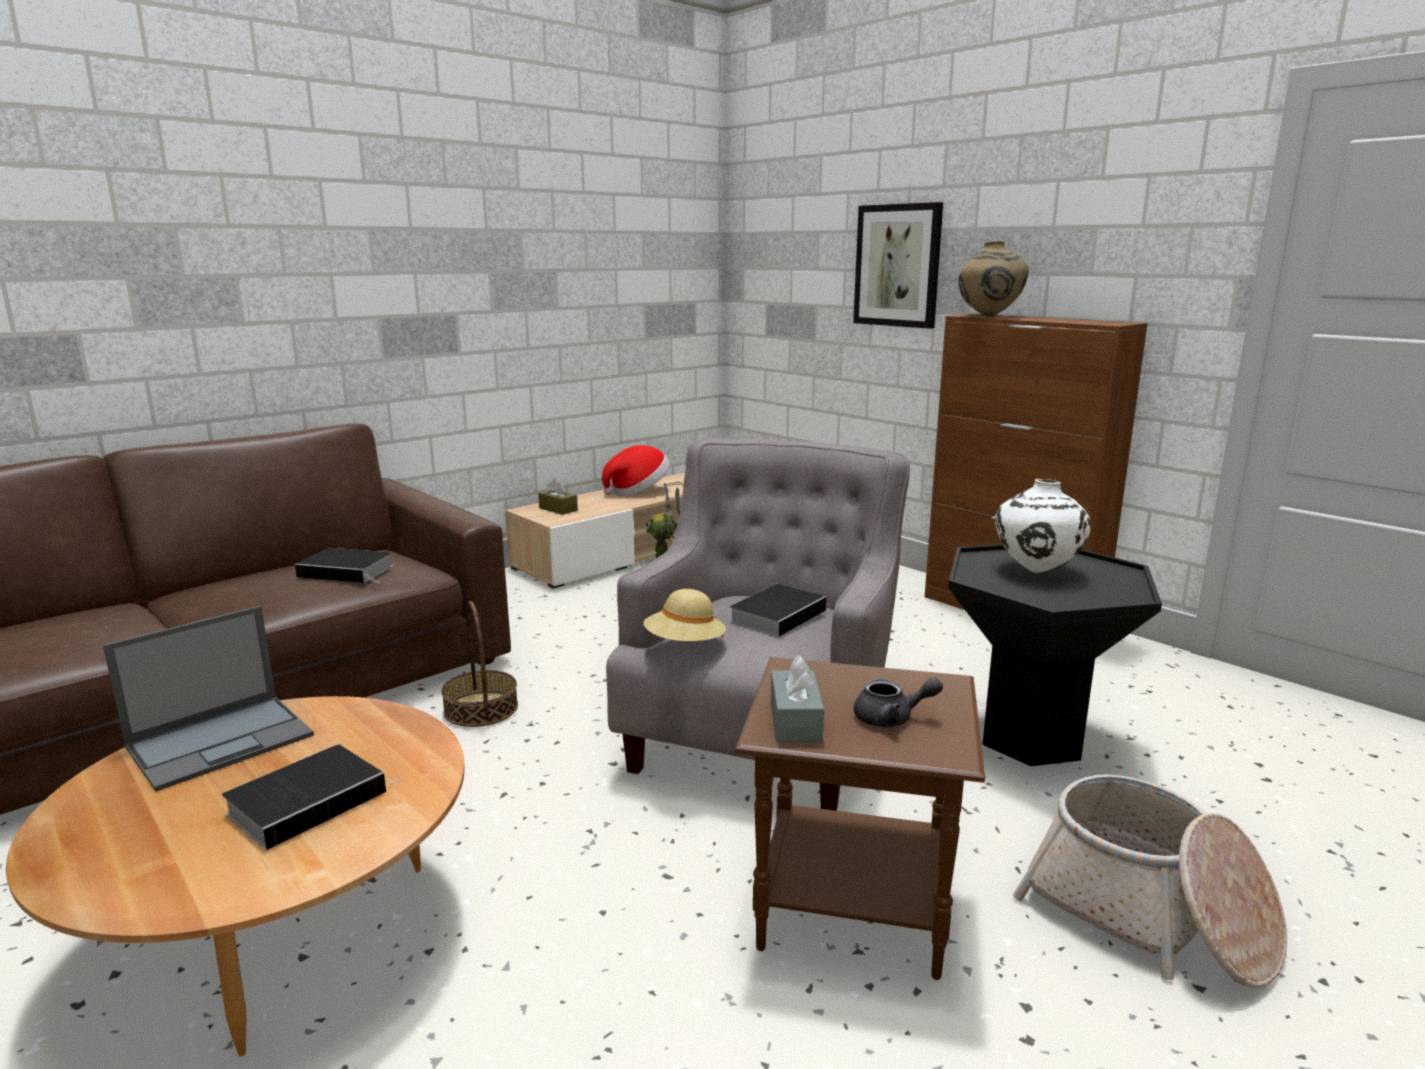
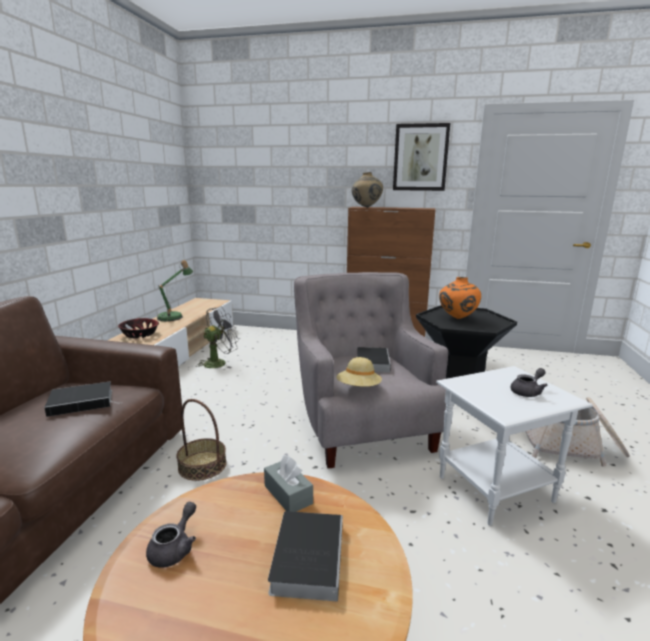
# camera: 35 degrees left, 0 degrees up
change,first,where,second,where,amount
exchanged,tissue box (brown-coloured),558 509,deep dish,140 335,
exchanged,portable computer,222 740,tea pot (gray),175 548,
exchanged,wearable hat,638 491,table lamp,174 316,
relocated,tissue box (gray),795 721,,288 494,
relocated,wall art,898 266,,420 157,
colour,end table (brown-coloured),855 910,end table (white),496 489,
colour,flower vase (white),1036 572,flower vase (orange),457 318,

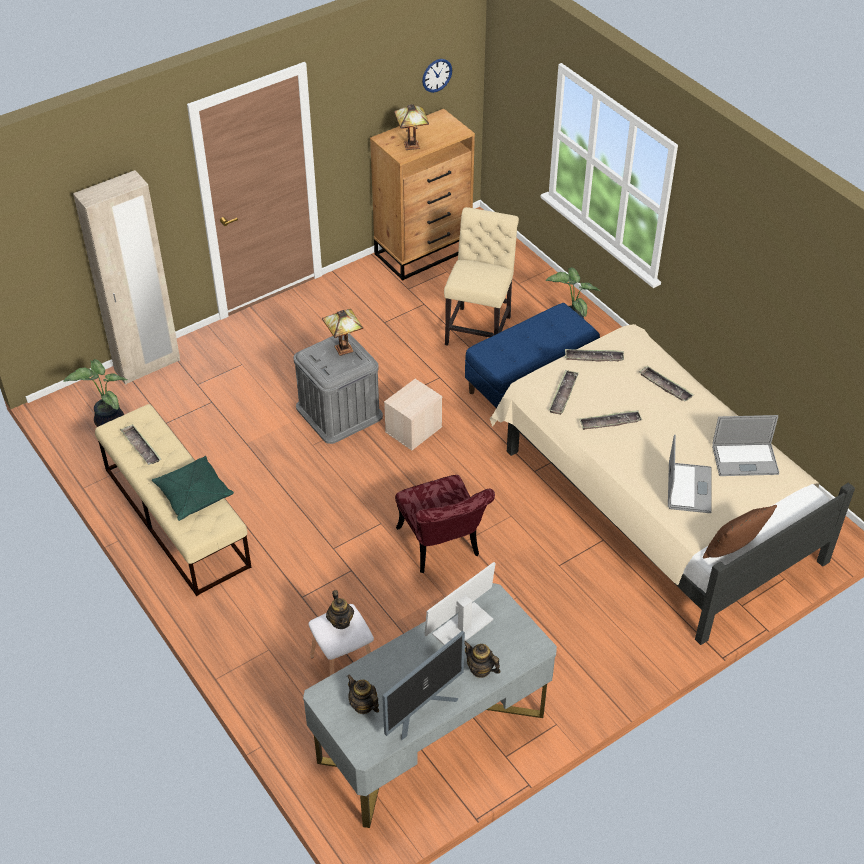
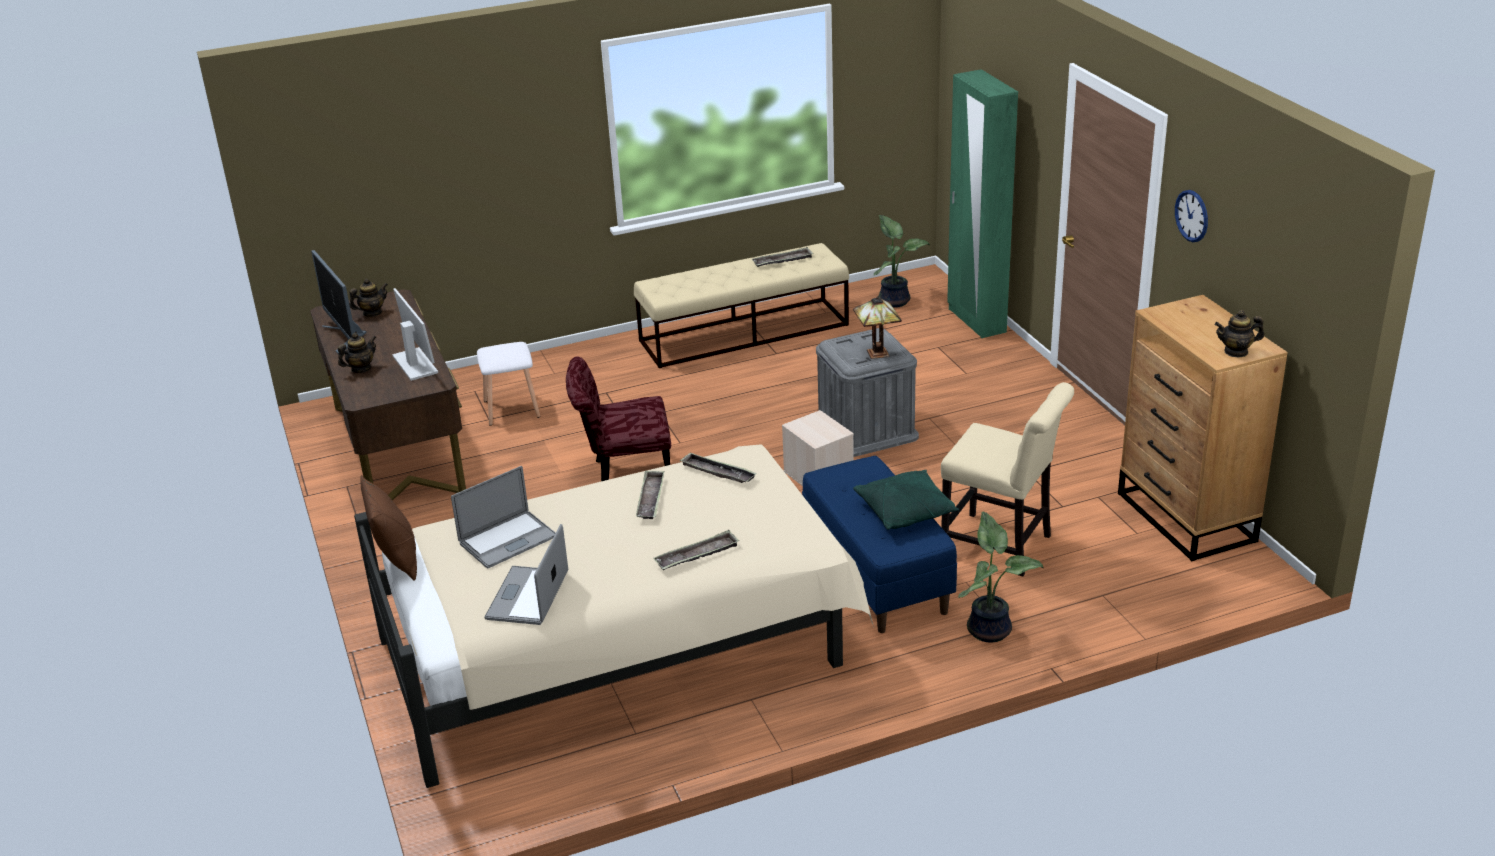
# camera: 105 degrees right, 15 degrees down
change,first,where,second,where,amount
colour,desk unit (gray),431 737,desk unit (brown-coloured),398 448,
spun,portable computer,689 488,,508 540,60 degrees counterclockwise
relocated,throw pillow (green-coloured),193 495,,905 511,
colour,clothes cupboard (sand-coloured),147 366,clothes cupboard (green-coloured),976 320,
relocated,wall clock,437 75,,1191 215,
relocated,tea pot,341 621,,1236 352,
missing,table lamp,413 146,,,
missing,carrying tray,593 358,,,

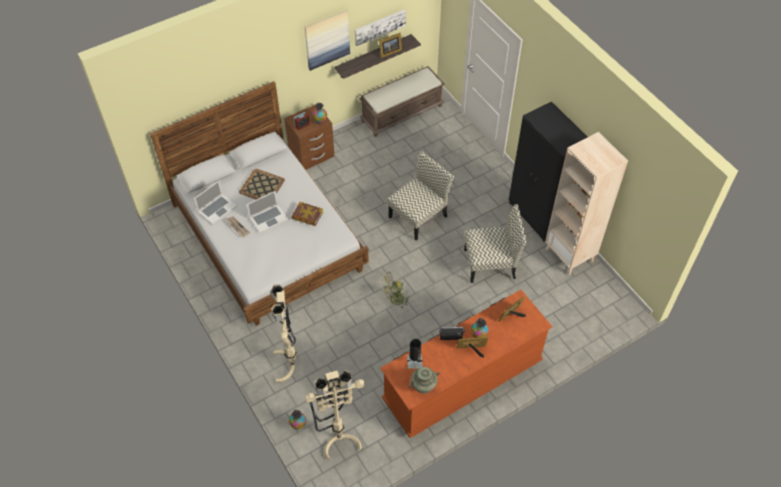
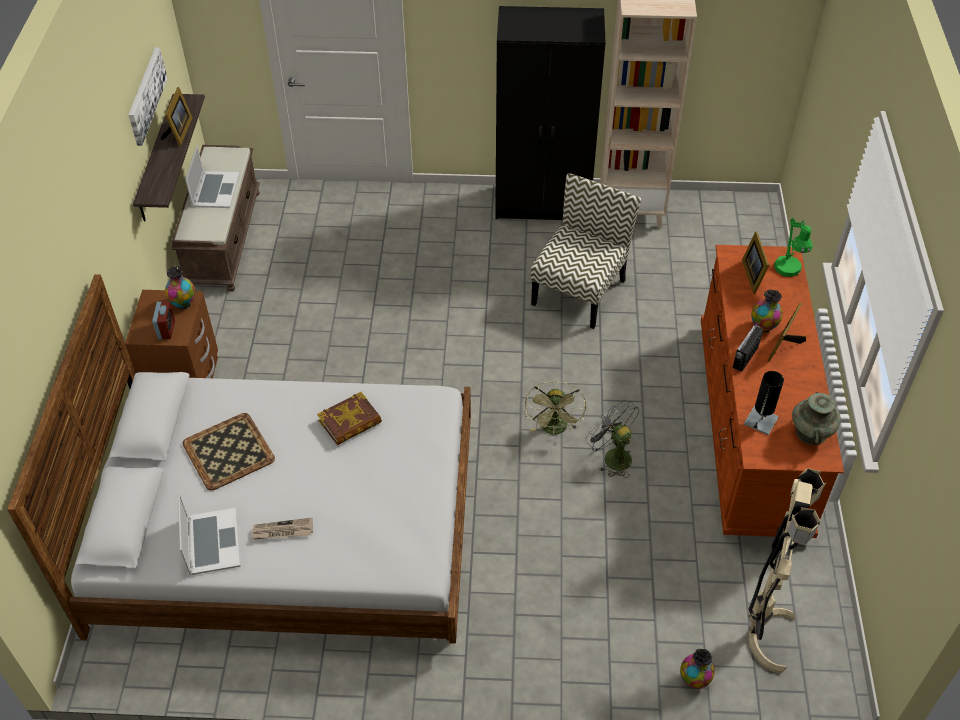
# camera: 55 degrees left, 5 degrees down
change,first,where,second,where,amount
relocated,portable computer,268 218,,215 190,
appeared,,,cooling fan (gray),612 456,
appeared,,,table lamp (green-coloured),788 271,
missing,standard lamp (sand-coloured),289 365,,,
missing,wall art,327 39,,,
missing,upright chair,418 216,,,

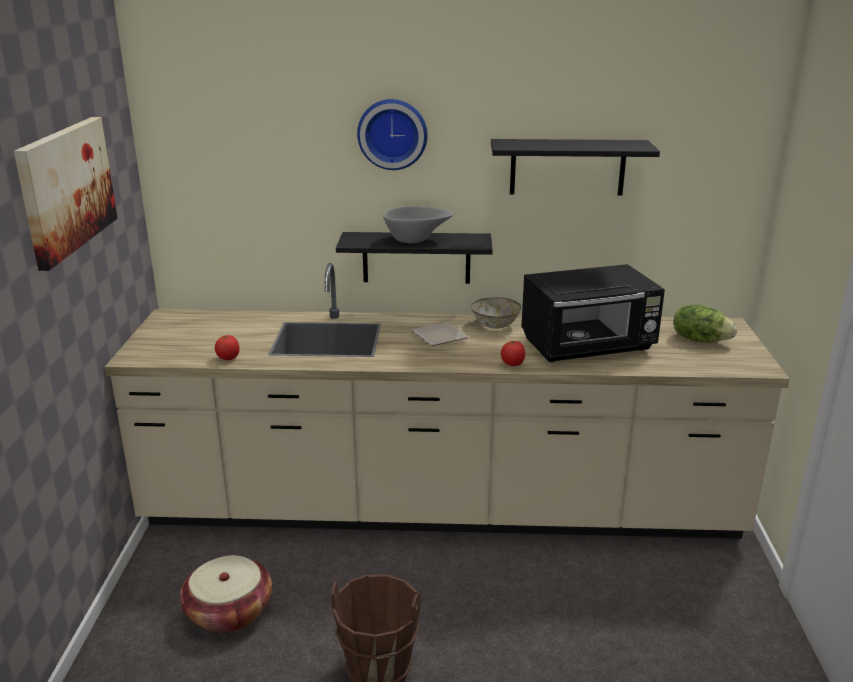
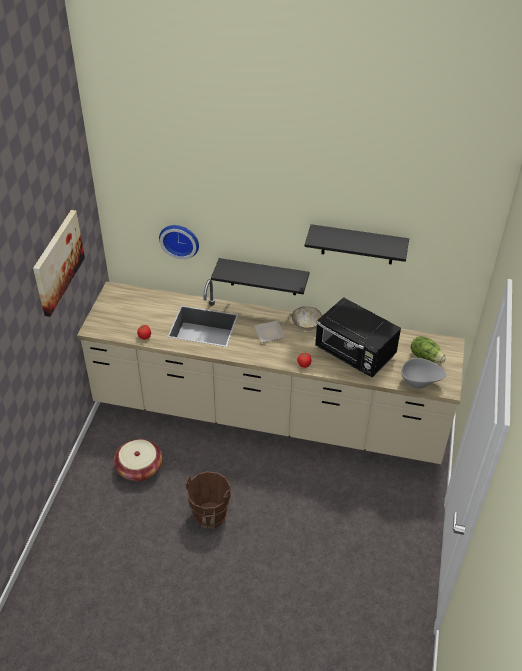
# camera: 10 degrees right, 20 degrees up
change,first,where,second,where,amount
relocated,wall clock,392 133,,180 239,
spun,microwave (blackish),589 346,,355 354,45 degrees clockwise
relocated,deep dish (gray),416 240,,420 382,

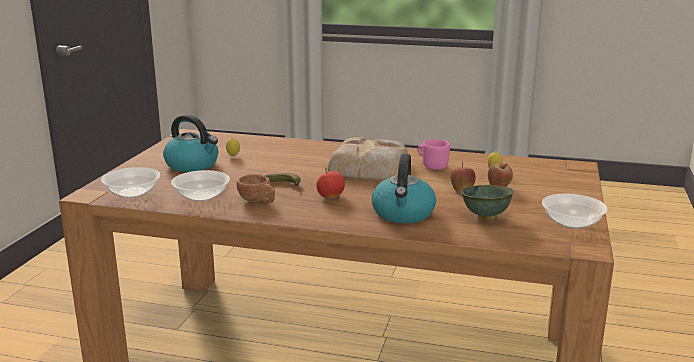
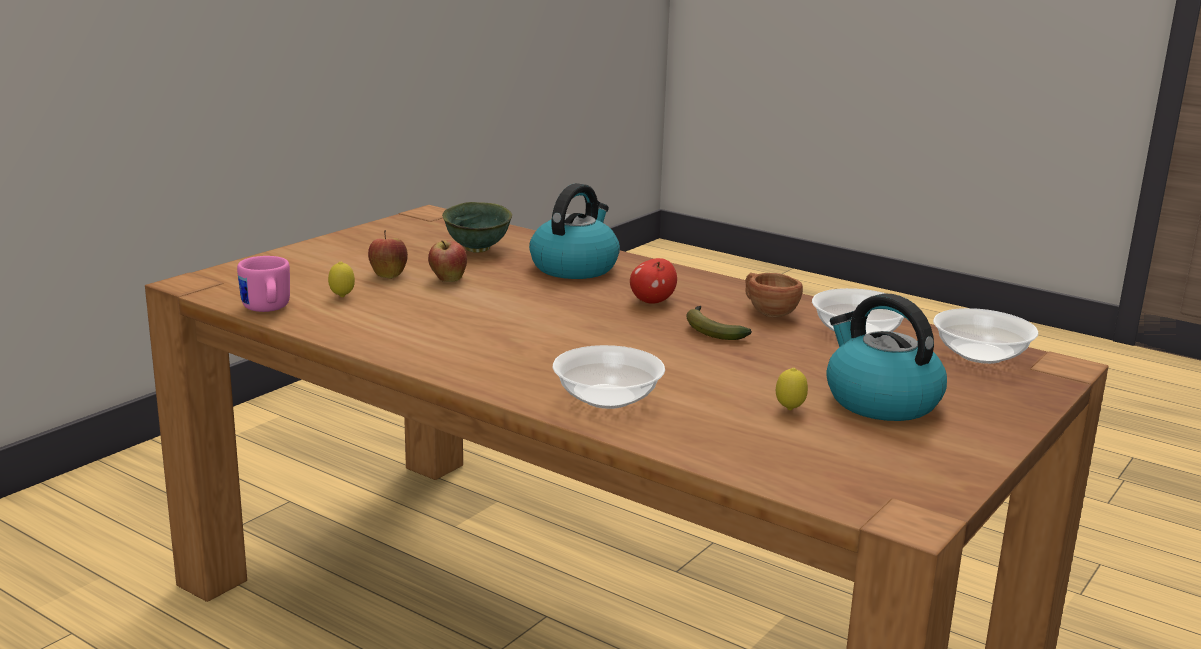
# camera: 160 degrees left, 0 degrees up
change,first,where,second,where,amount
relocated,mug (pink),432 165,,266 310,
relocated,deep dish,571 223,,608 398,
missing,baked bread,370 168,,,

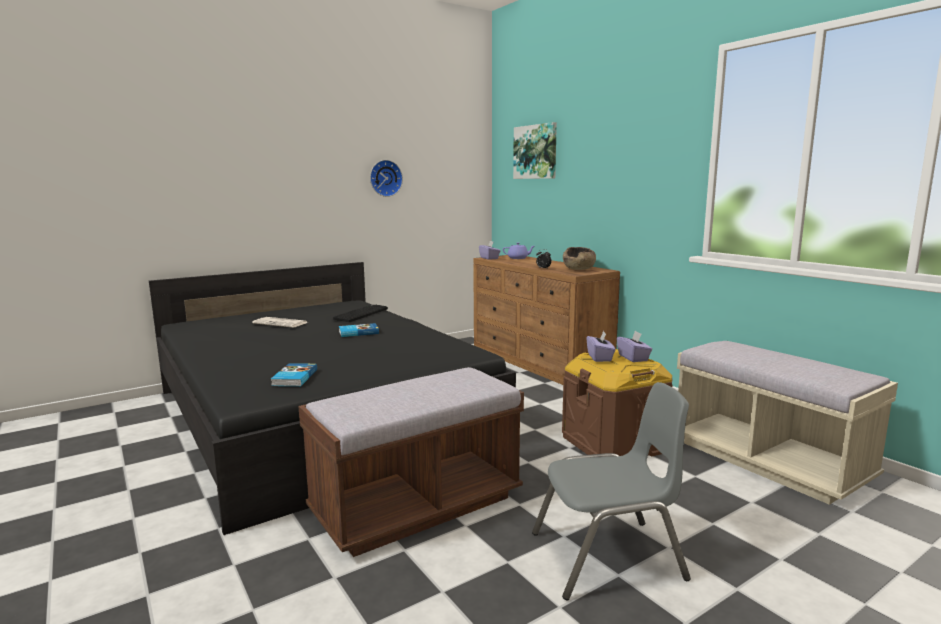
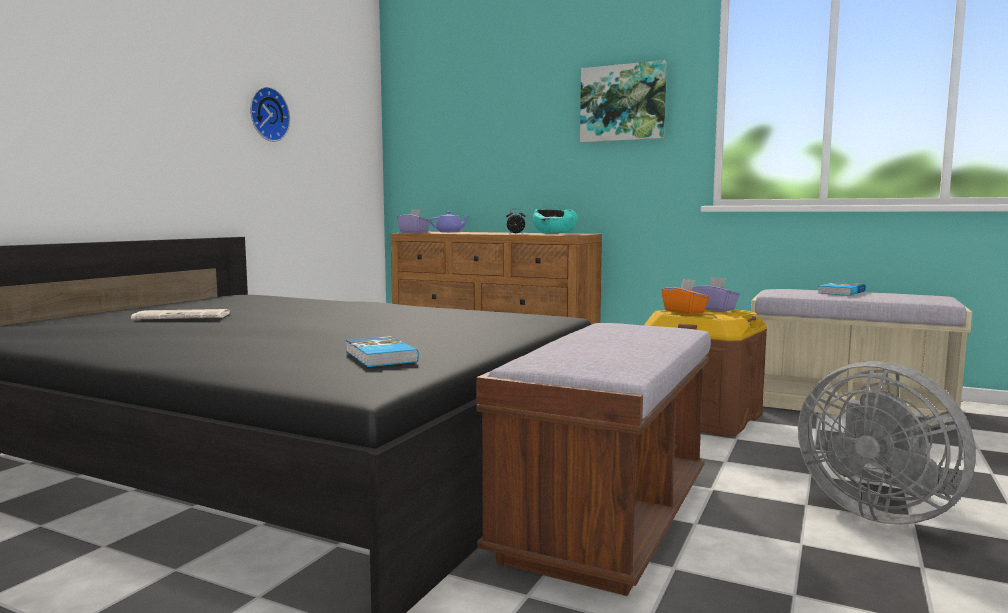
# camera: 30 degrees left, 5 degrees down
change,first,where,second,where,amount
colour,deep dish (brown-coloured),579 268,deep dish (turquoise-coloured),555 233,
relocated,wall art,535 152,,623 103,
colour,tissue box (purple),600 358,tissue box (orange),684 312,
exchanged,upright chair (gray),608 557,cooling fan (gray),876 510,
relocated,volume,358 332,,840 292,
missing,PC keyboard,361 314,,,

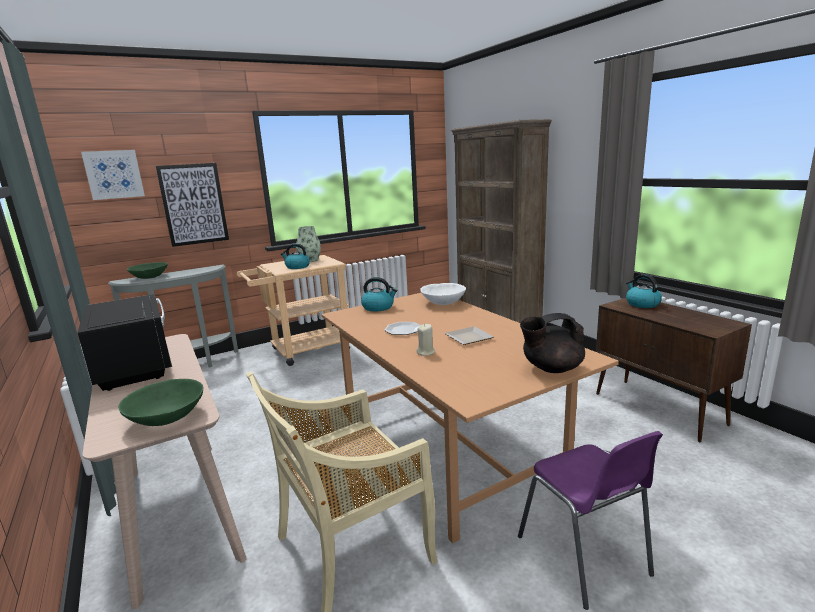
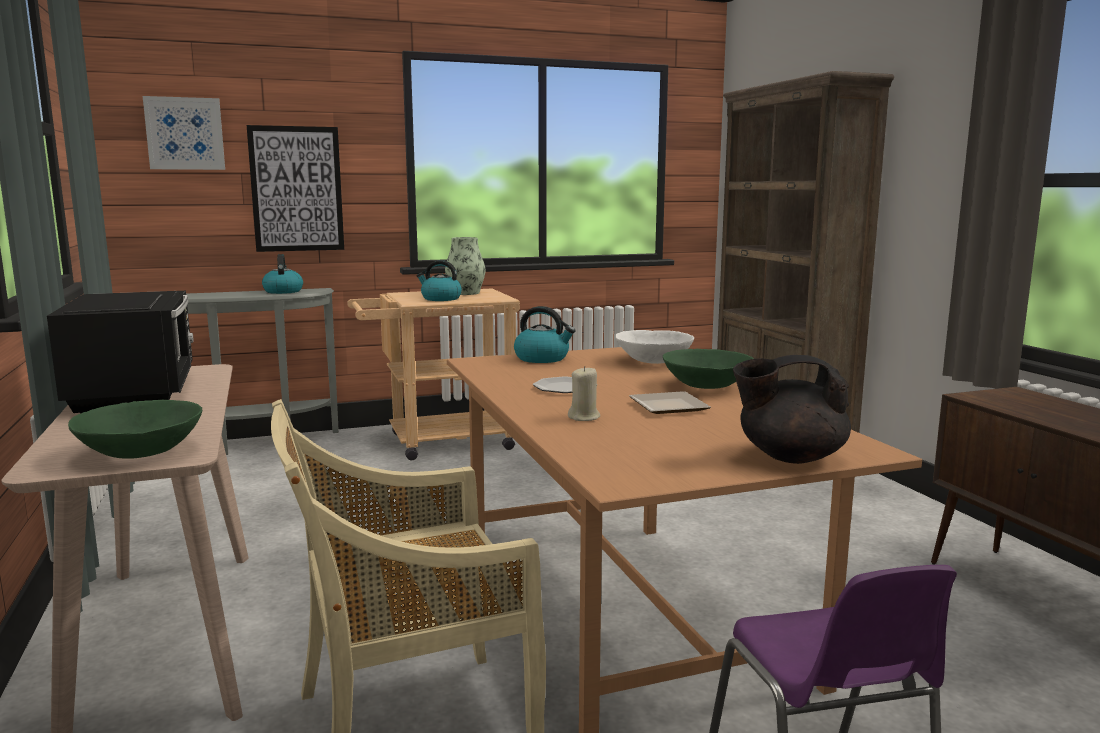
# camera: 10 degrees right, 5 degrees down
change,first,where,second,where,amount
relocated,water kettle,642 304,,283 291,
relocated,deep dish (green-coloured),150 277,,707 386,

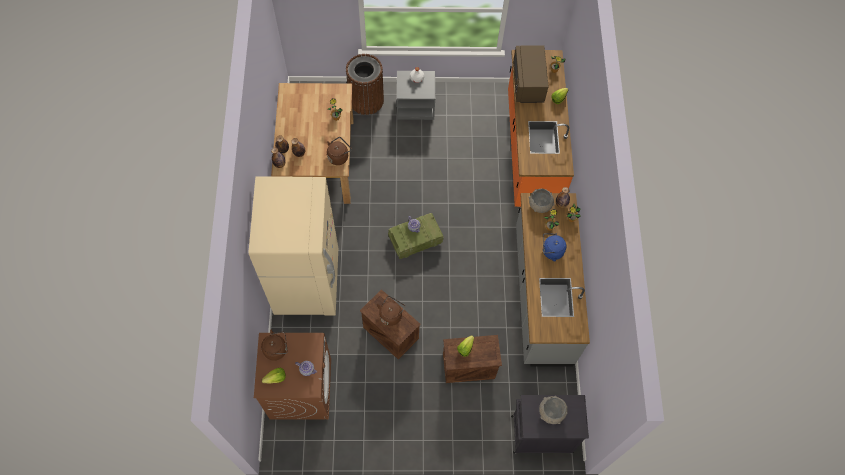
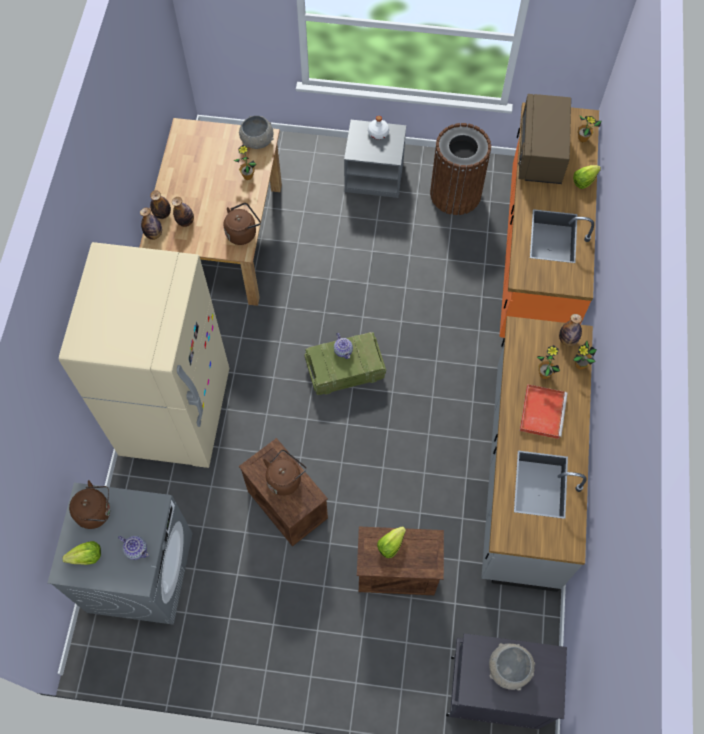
# camera: 10 degrees right, 0 degrees up
change,first,where,second,where,amount
colour,laundry appliance (brown-coloured),300 388,laundry appliance (gray),140 571,
relocated,deep dish (gray),539 205,,257 141,
relocated,trash can (brown-coloured),366 100,,455 194,
exchanged,water kettle (blue-coloured),551 251,carrying tray (red-coloured),542 411,

